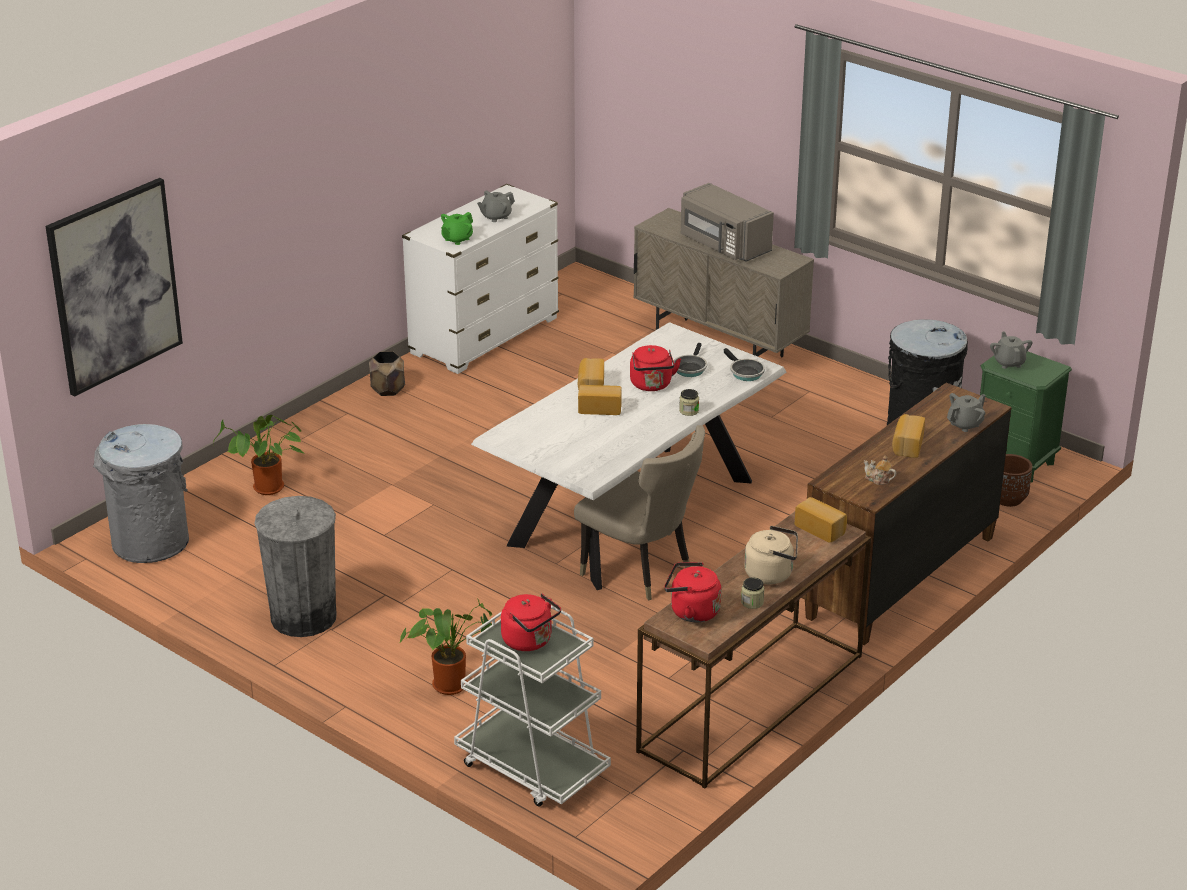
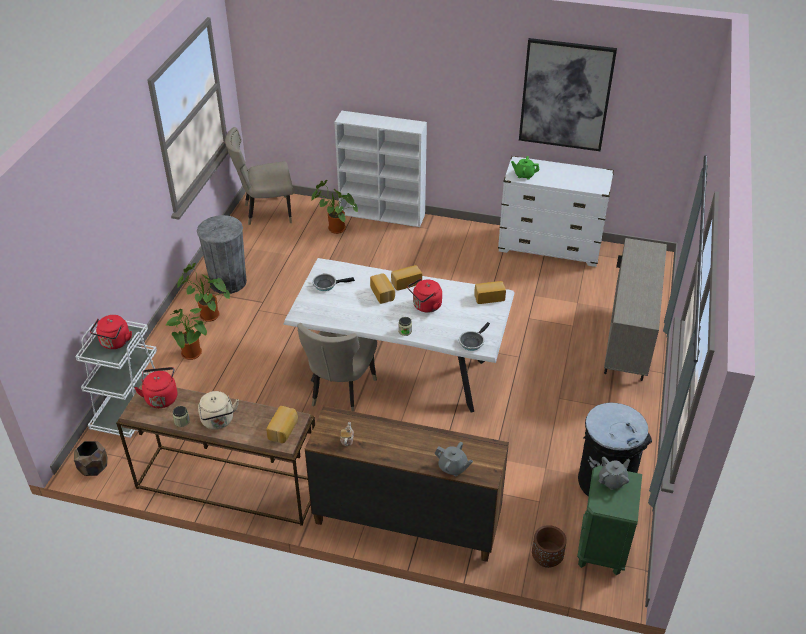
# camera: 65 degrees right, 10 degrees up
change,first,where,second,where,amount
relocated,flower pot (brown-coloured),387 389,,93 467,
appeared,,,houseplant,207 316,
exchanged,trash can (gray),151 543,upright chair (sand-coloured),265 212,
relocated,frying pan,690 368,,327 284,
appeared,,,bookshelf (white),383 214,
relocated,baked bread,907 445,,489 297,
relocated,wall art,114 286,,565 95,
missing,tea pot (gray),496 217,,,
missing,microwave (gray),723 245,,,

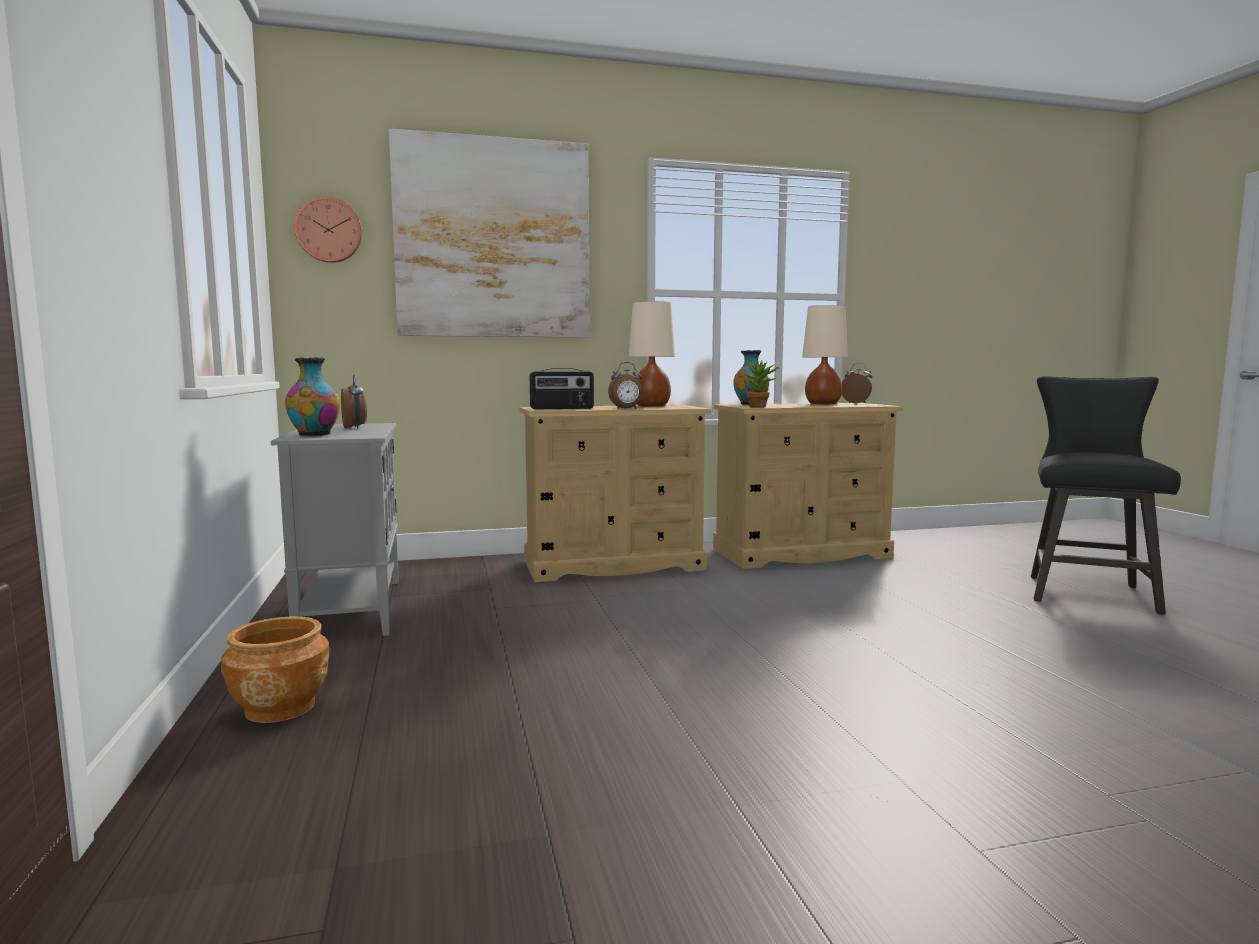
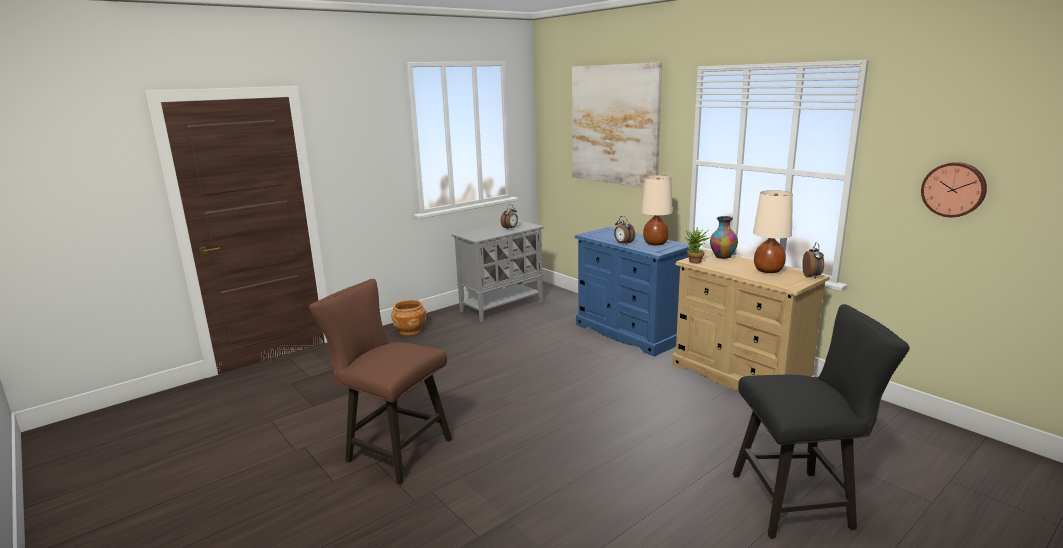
# camera: 65 degrees right, 10 degrees up
change,first,where,second,where,amount
appeared,,,upright chair (brown-coloured),392 449,
colour,chest of drawers (sand-coloured),613 565,chest of drawers (blue-coloured),629 333,
relocated,wall clock,329 230,,954 189,
missing,flower vase,314 435,,,
missing,radio set,562 408,,,

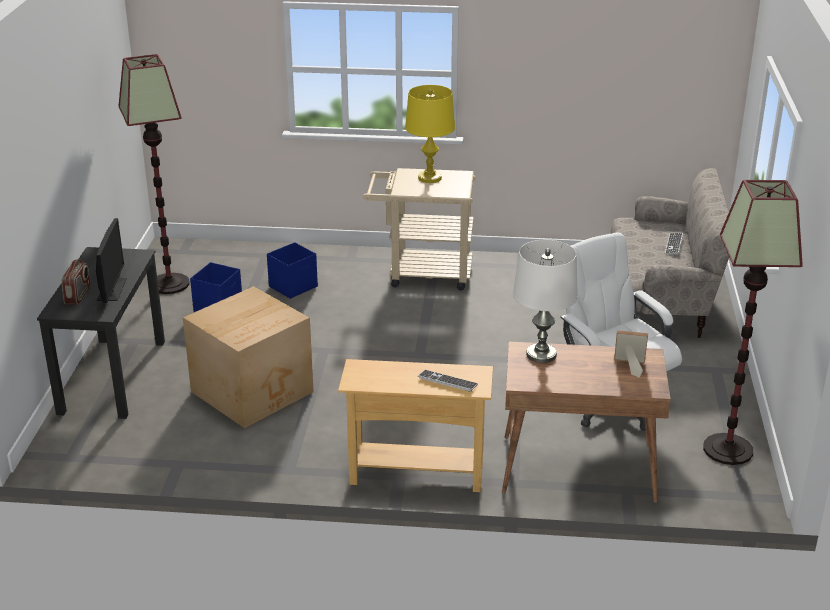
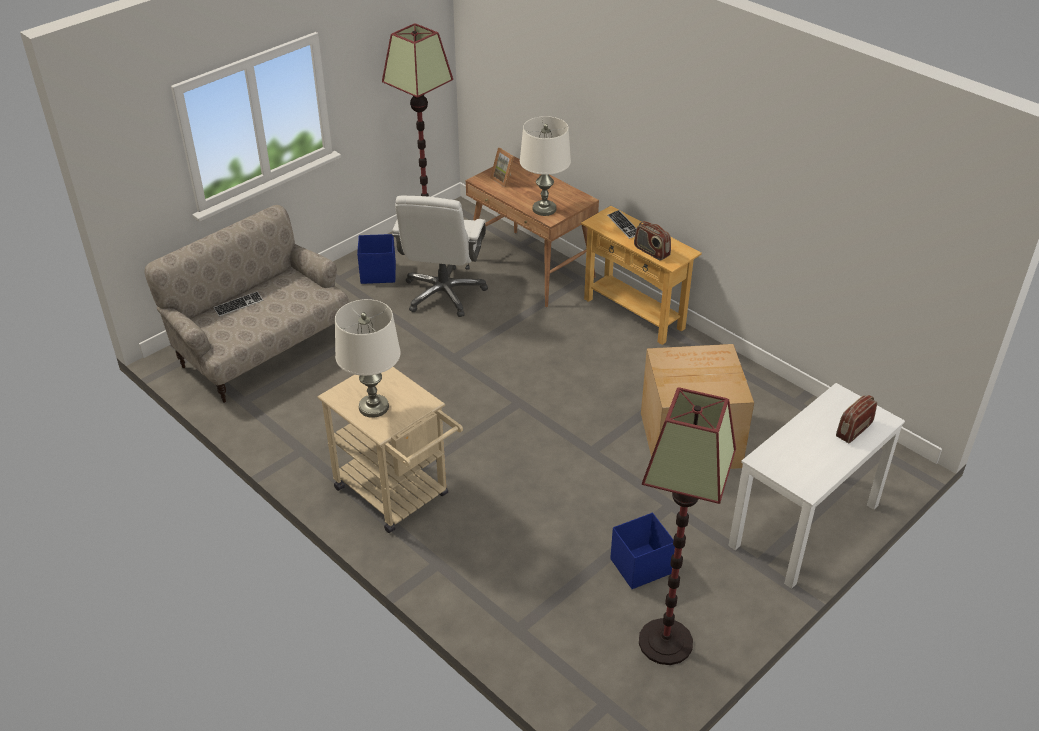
# camera: 140 degrees left, 10 degrees up
change,first,where,second,where,amount
colour,table lamp (yellow-coloured),429 178,table lamp (white),373 407,
relocated,storage bin (blue-coloured),294 286,,377 273,
appeared,,,radio set,651 252,
colour,desk unit (blackish),113 376,desk unit (white),804 525,
missing,computer screen,112 289,,,

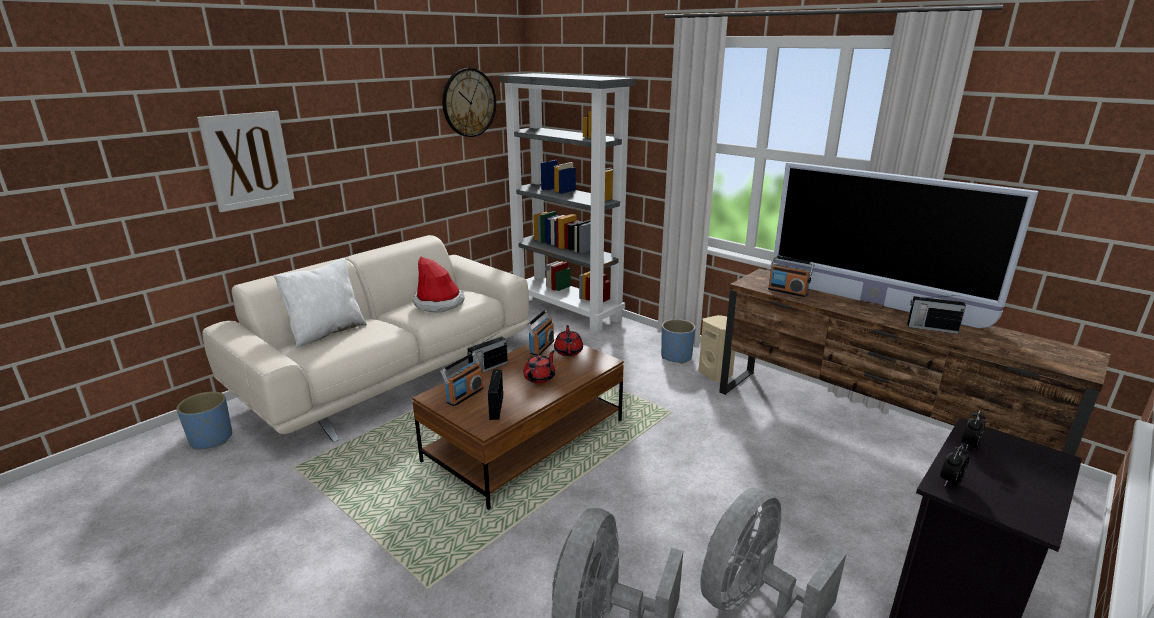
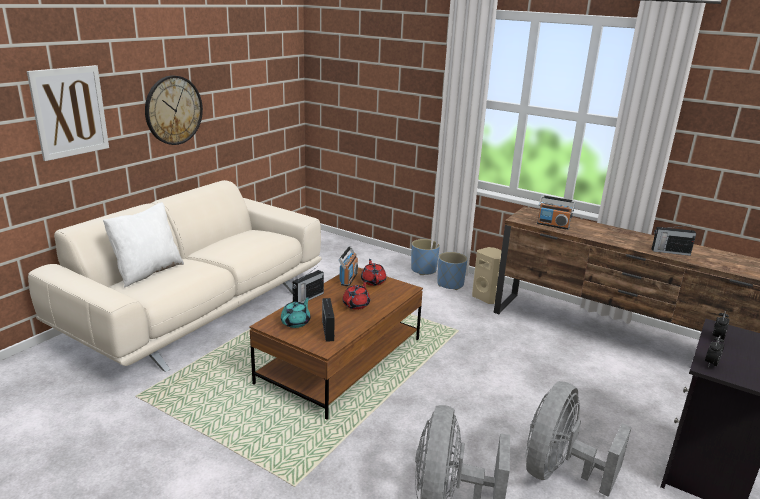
# camera: 10 degrees left, 0 degrees up
change,first,where,second,where,amount
relocated,wall clock,469 103,,173 110,
exchanged,radio set,464 395,tea pot (turquoise-coloured),296 322,
relocated,flower pot (blue-coloured),211 439,,423 270,
missing,wearable hat,439 303,,,
missing,bookshelf (gray),567 310,,,
missing,TV set,872 303,,,

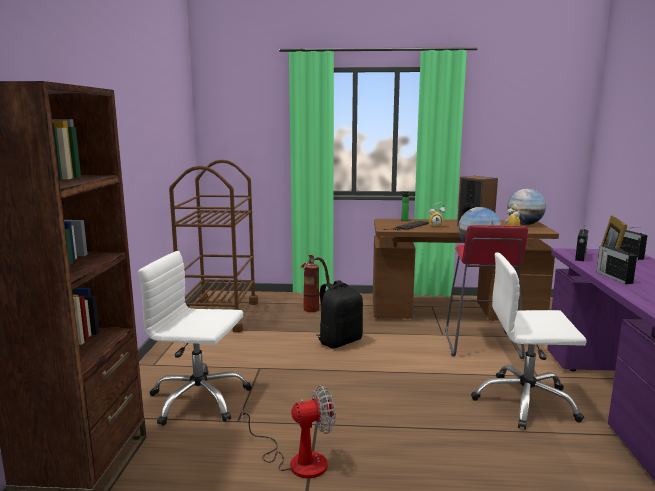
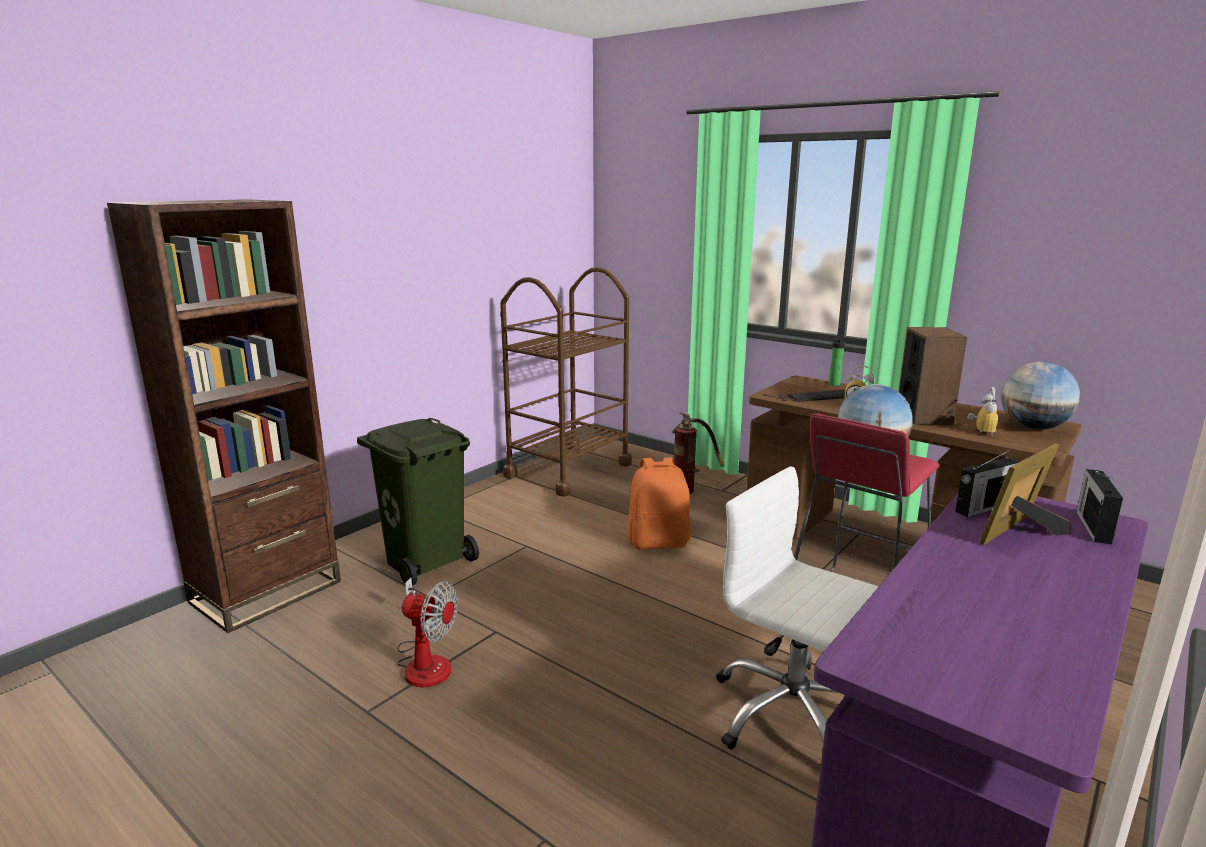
# camera: 35 degrees right, 5 degrees up
change,first,where,second,where,amount
exchanged,office chair (white),199 400,trash can (green-coloured),427 561,
colour,rucksack (blackish),339 341,rucksack (orange),658 542,
missing,radio set,613 277,,,

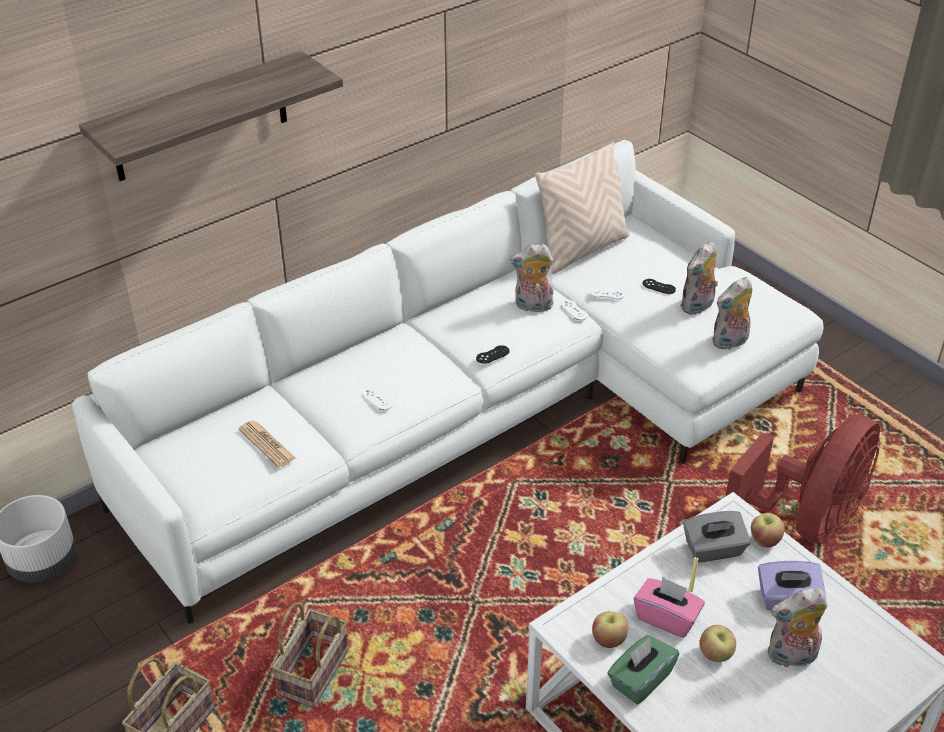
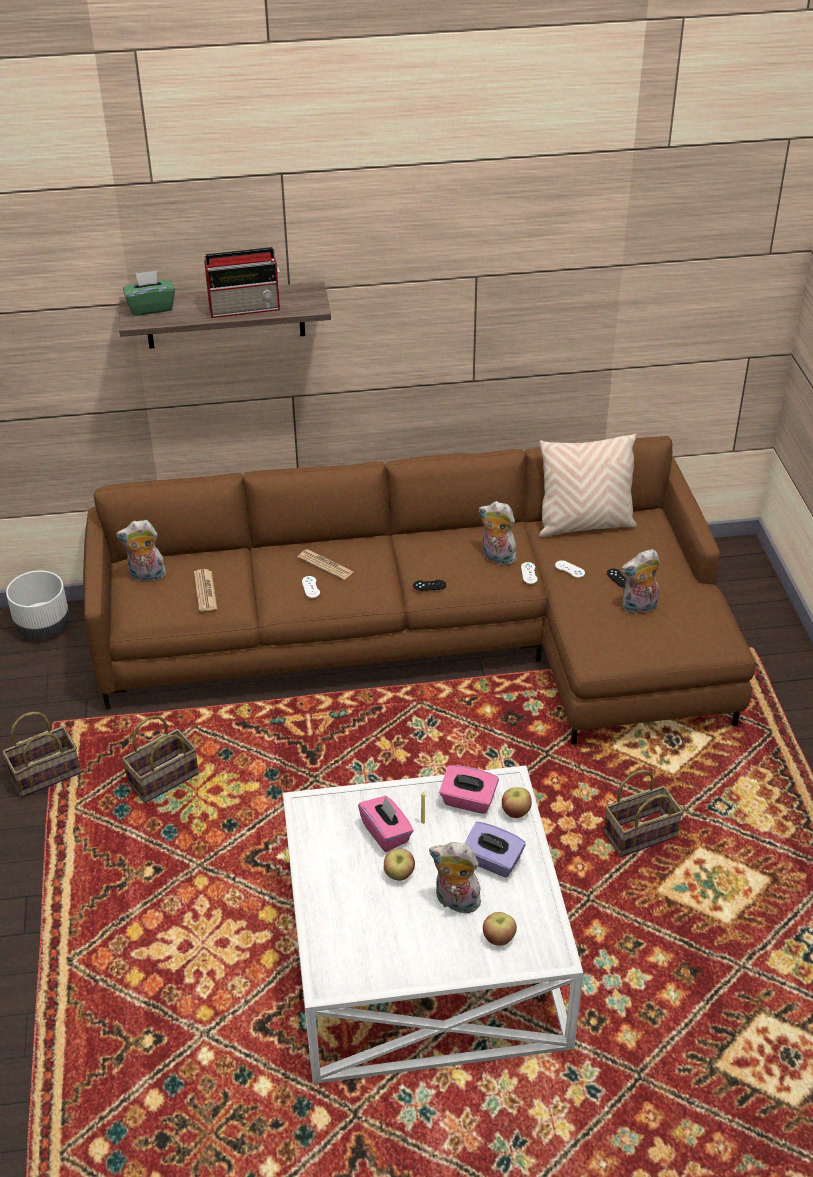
# camera: 30 degrees right, 0 degrees up
change,first,where,second,where,amount
colour,sofa (white),479 414,sofa (brown-coloured),436 639,
relocated,cuddly toy,730 342,,146 576,
relocated,tissue box (green-coloured),640 680,,151 308,
appeared,,,radio set,246 308,
appeared,,,newspaper,325 565,
colour,tissue box (gray),713 550,tissue box (pink),468 801,
relocated,apple fruit,608 639,,499 937,
exchanged,cooling fan (red-coloured),807 520,household basket,641 833,

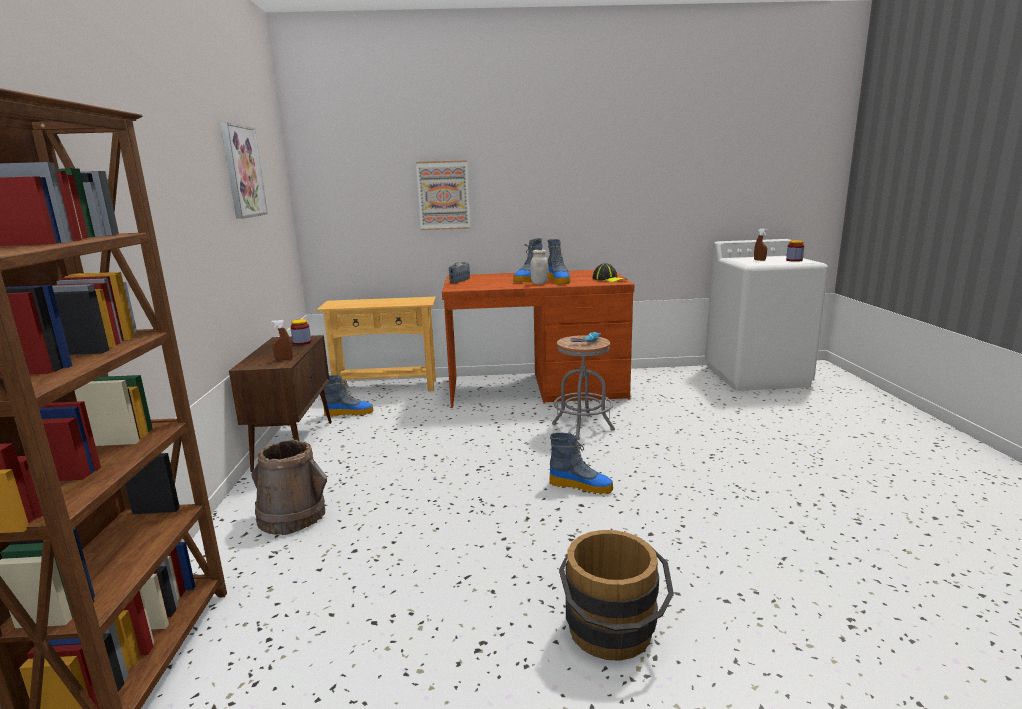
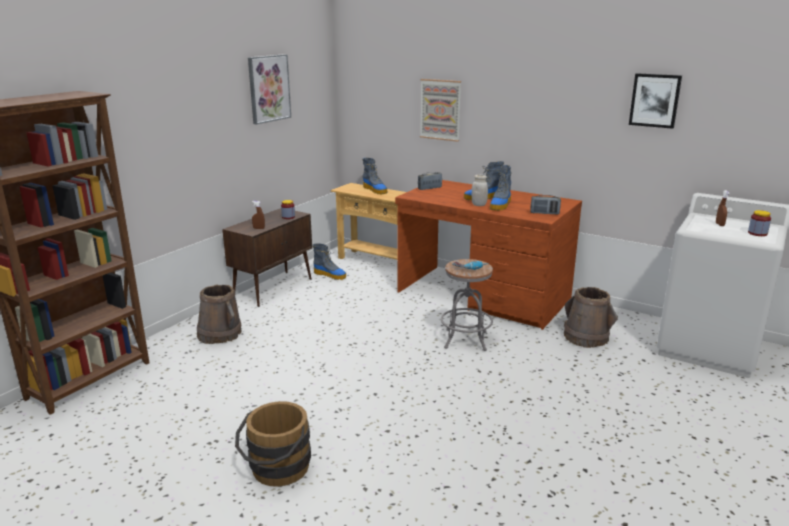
# camera: 35 degrees right, 5 degrees up
change,first,where,second,where,amount
relocated,high-top boot,581 486,,375 190,
exchanged,cap,609 279,radio set,544 213,
appeared,,,pail (brown-coloured),586 337,
appeared,,,wall art,655 100,

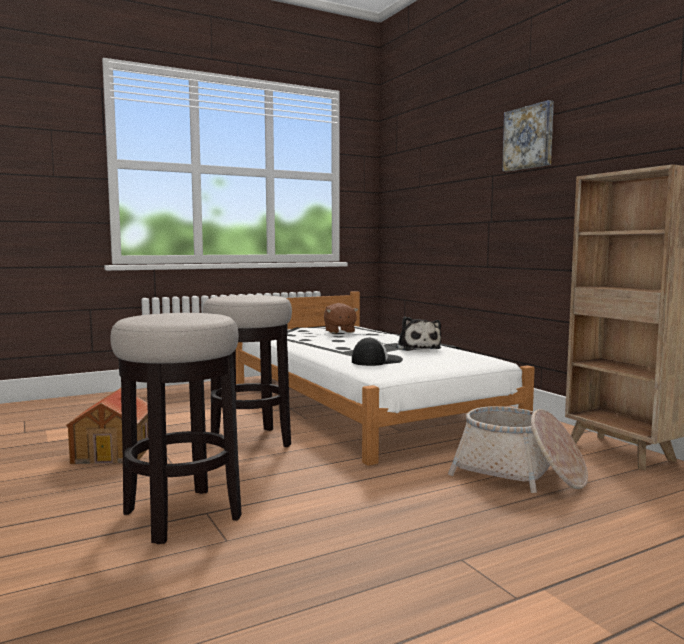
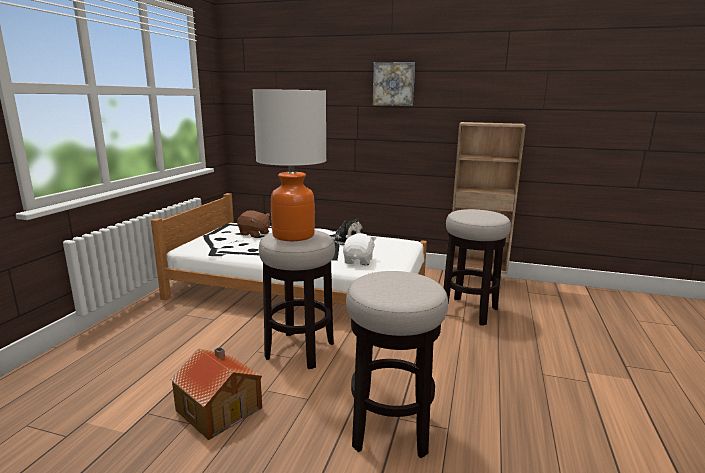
# camera: 45 degrees left, 10 degrees up
change,first,where,second,where,amount
appeared,,,table lamp,293 235,
exchanged,cap,376 361,cuddly toy (white),359 261,
exchanged,household basket,519 474,stool seat,469 311,

